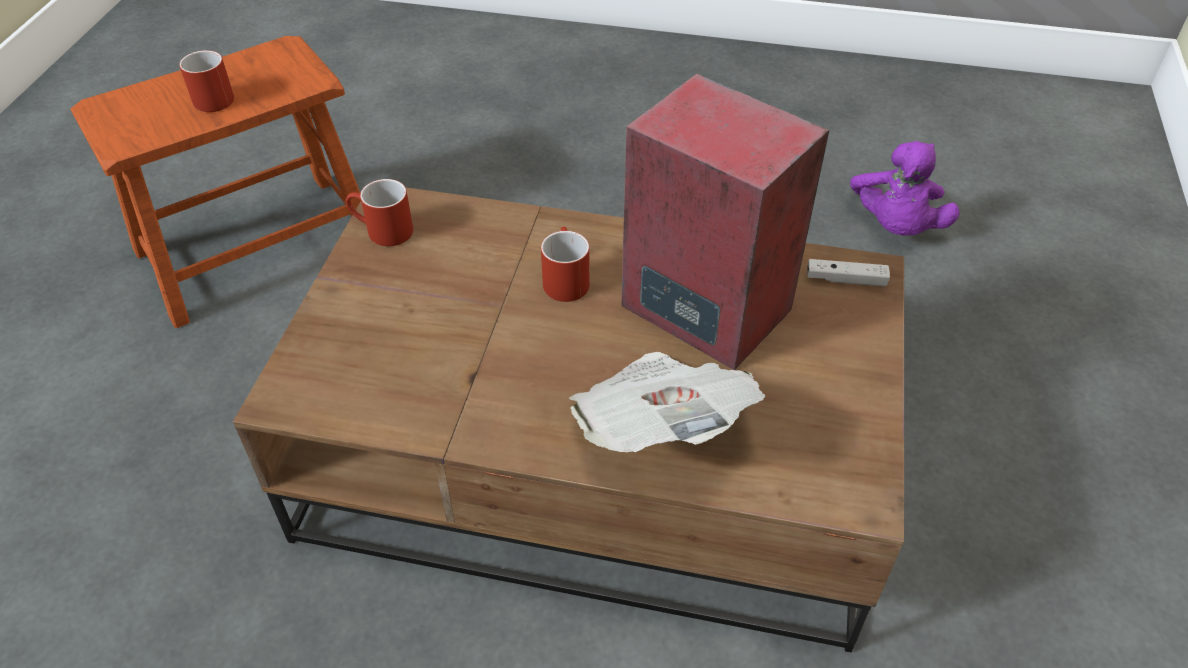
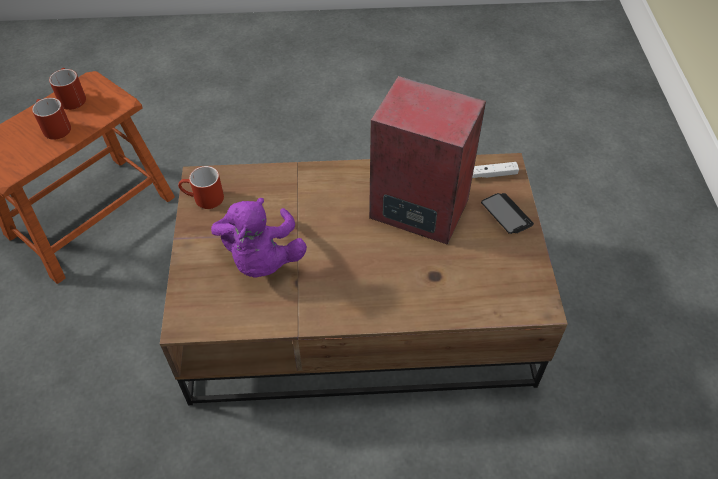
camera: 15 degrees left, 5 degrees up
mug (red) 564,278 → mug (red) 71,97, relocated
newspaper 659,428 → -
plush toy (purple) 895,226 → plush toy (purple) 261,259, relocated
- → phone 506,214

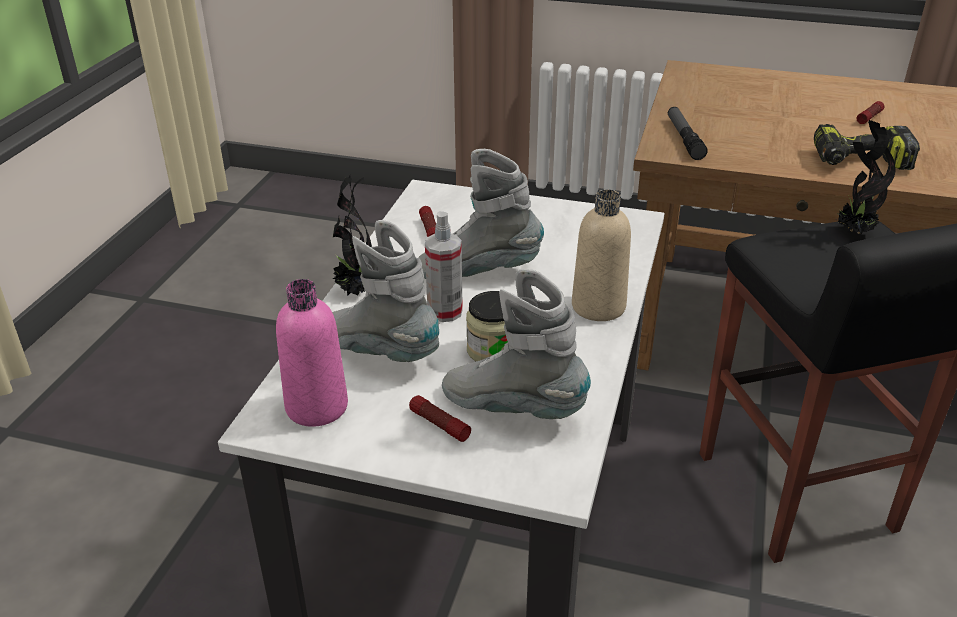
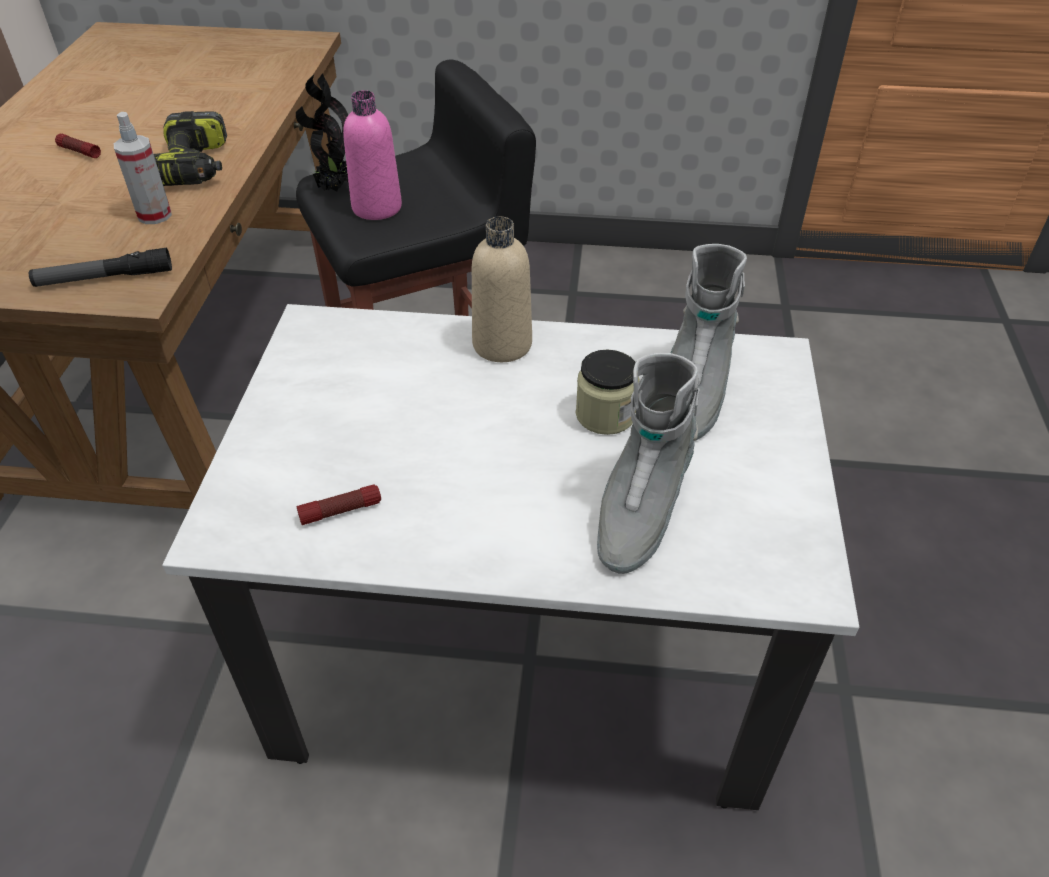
camera: 100 degrees left, 10 degrees up
bottle (pink) 317,407 → bottle (pink) 377,207, relocated
potted plant 356,291 → -
flashlight 439,424 → -
boot (grey) 478,271 → -
spray bottle 445,312 → spray bottle 154,215, relocated

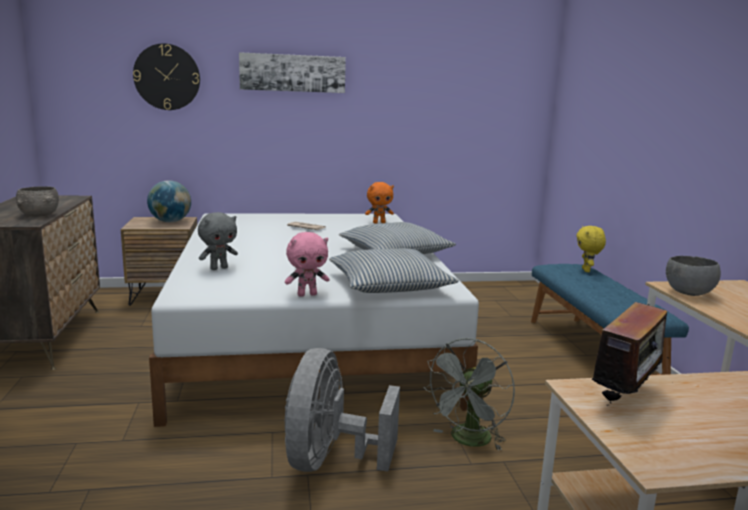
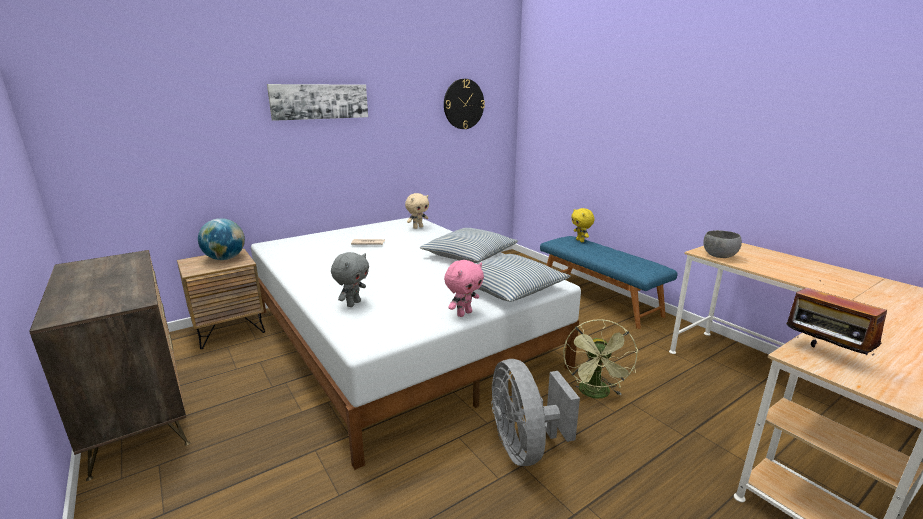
camera: 25 degrees left, 5 degrees up
bowl (grey) 39,215 → -
wall clock 167,77 → wall clock 463,104, relocated
plush toy (orange) 379,222 → plush toy (beige) 418,227
fan (grey) 468,441 → fan (green) 596,394
radio 626,397 → radio 824,354, 135 degrees clockwise

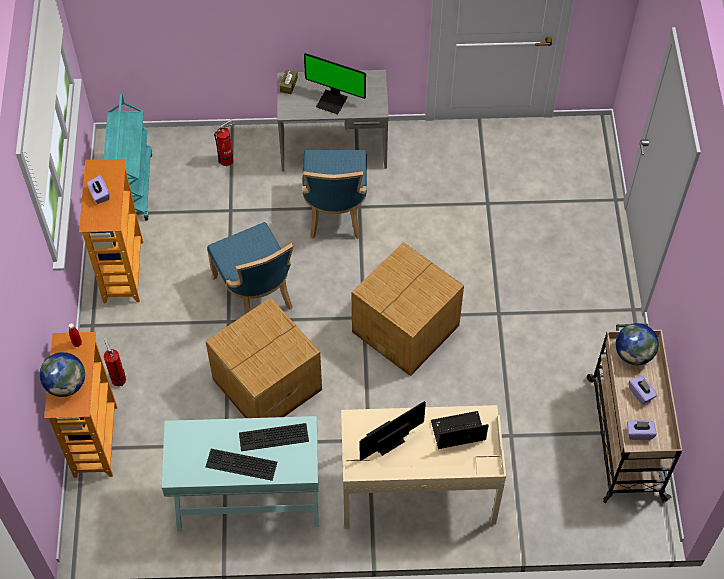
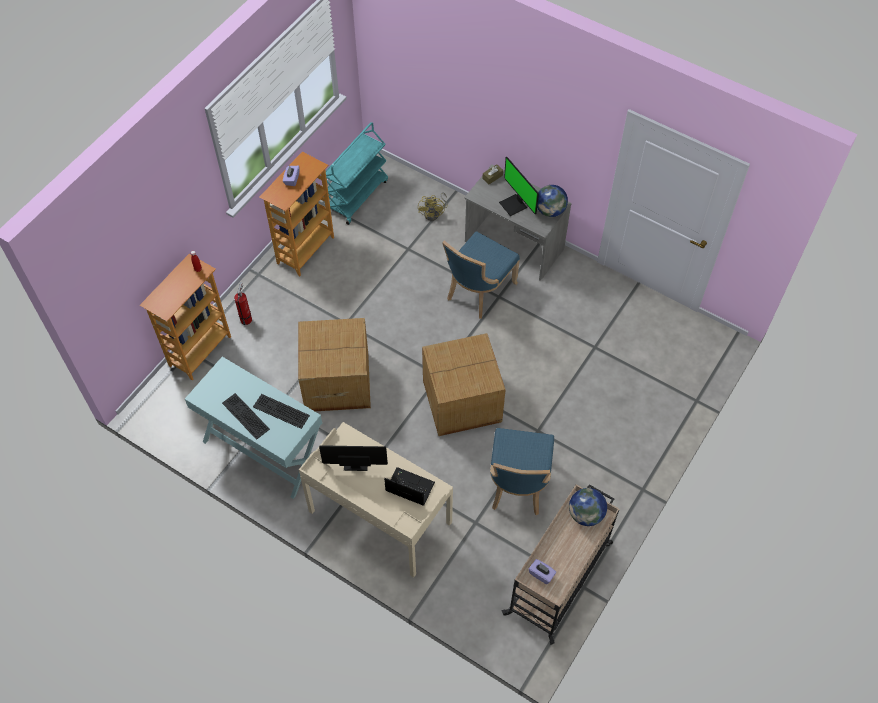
camera: 35 degrees right, 0 degrees up
globe 66,384 → globe 550,211, relocated
chair (blue) 256,294 → chair (blue) 518,486, relocated
fire extinguisher 228,160 → fan (yellow) 434,213
tissue box (purple) 641,394 → -

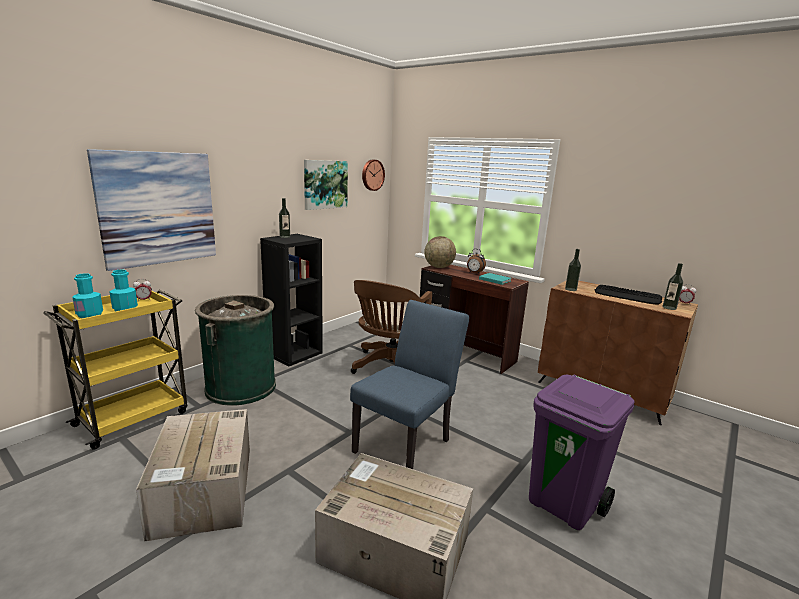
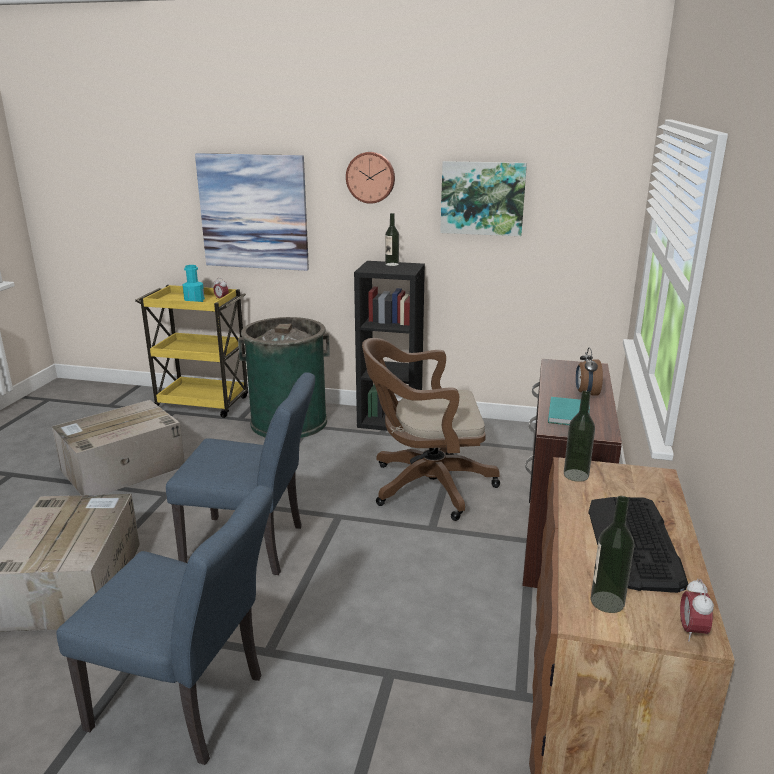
camera: 65 degrees right, 5 degrees up
bottle (turquoise) 90,314 → -
wall clock 372,175 → wall clock 371,177, relocated
globe 439,267 → -
trash can (purple) 565,504 → chair (blue) 189,705

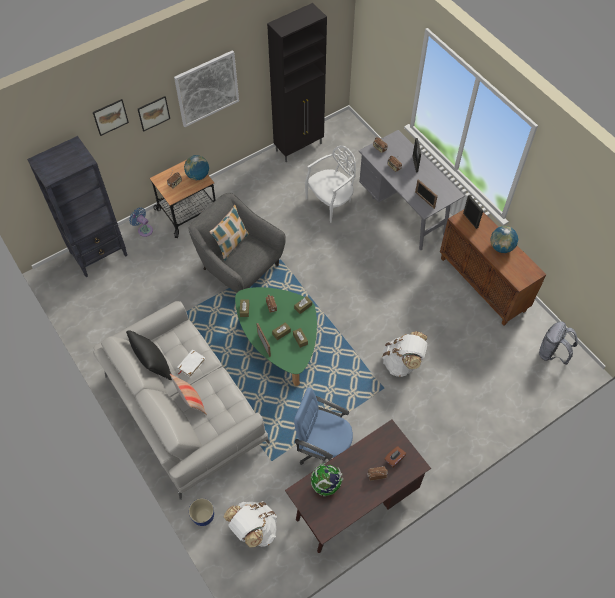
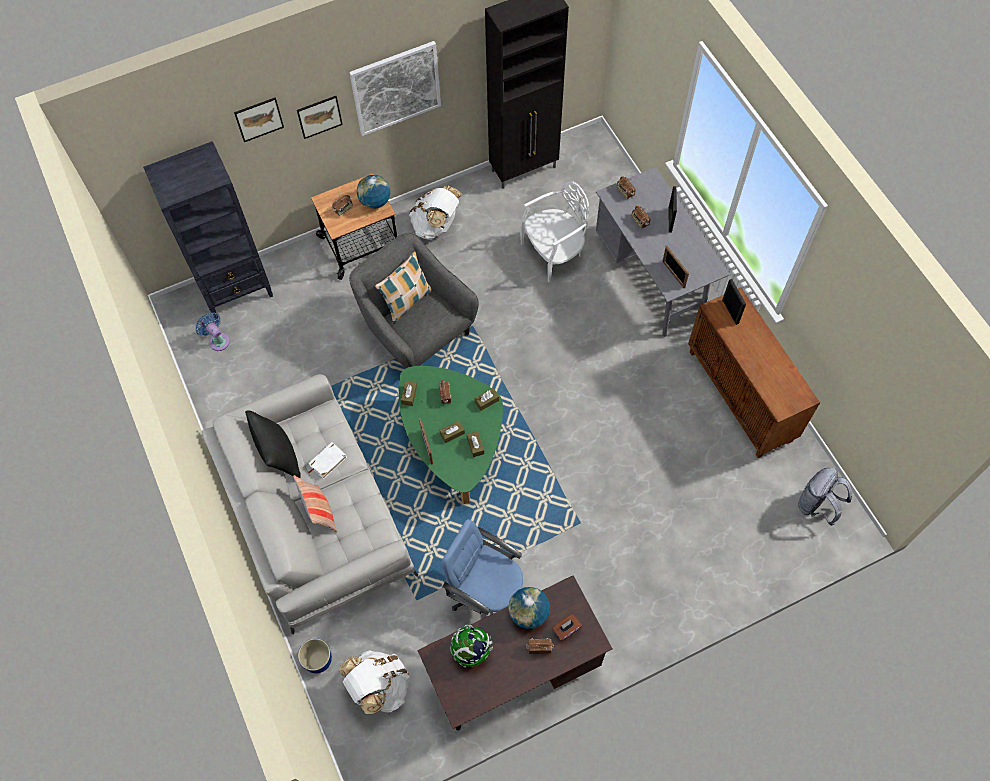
camera: 10 degrees right, 5 degrees up
fan (blue) 144,229 → fan (blue) 218,340, relocated
backpack (white) 402,362 → backpack (white) 436,226, relocated
globe 501,247 → globe 528,613, relocated

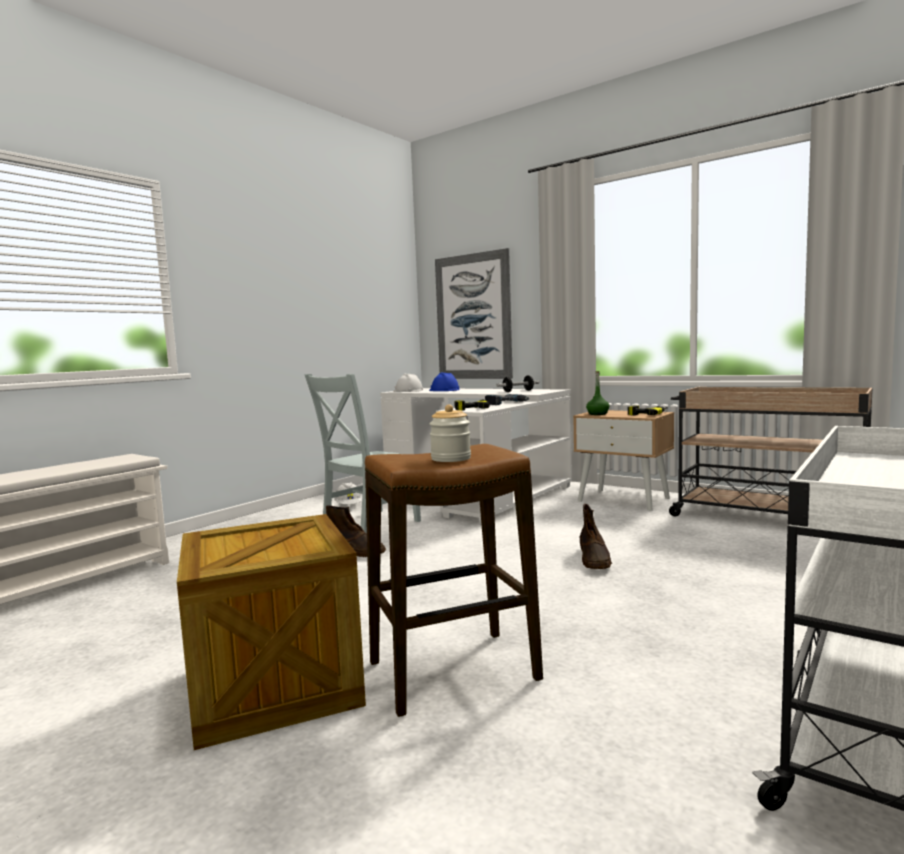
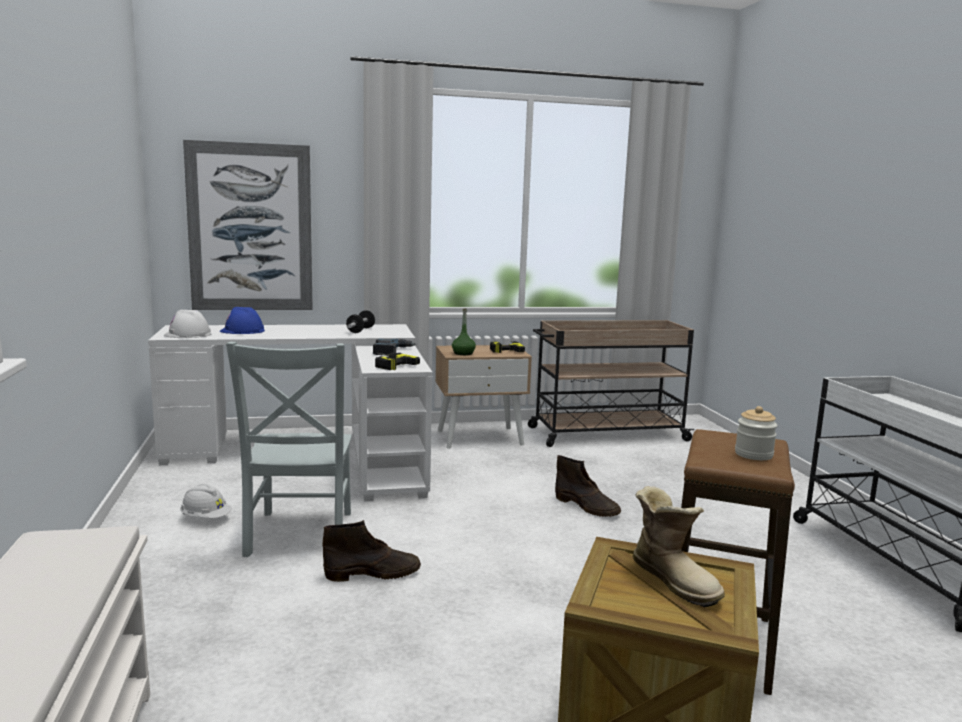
camera: 50 degrees left, 5 degrees up
- → boot 675,580

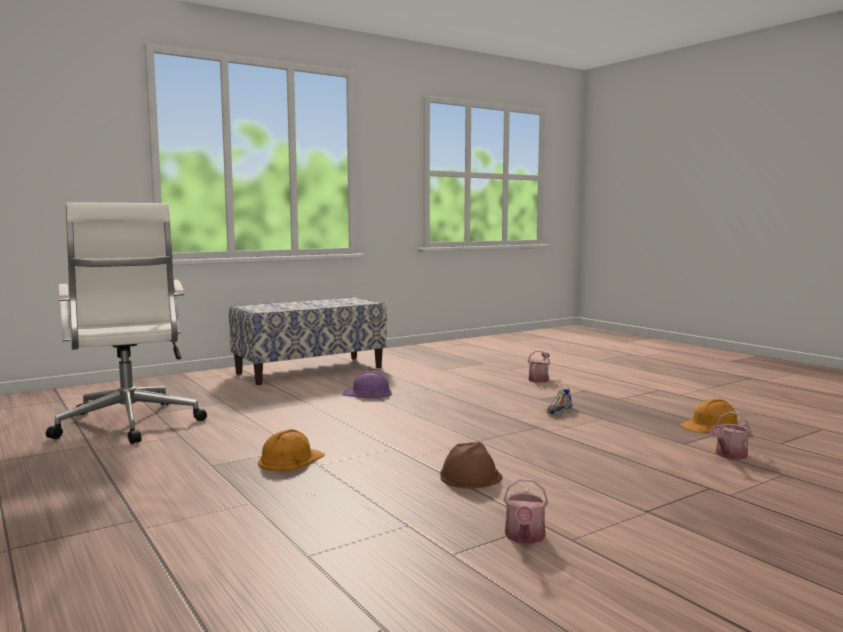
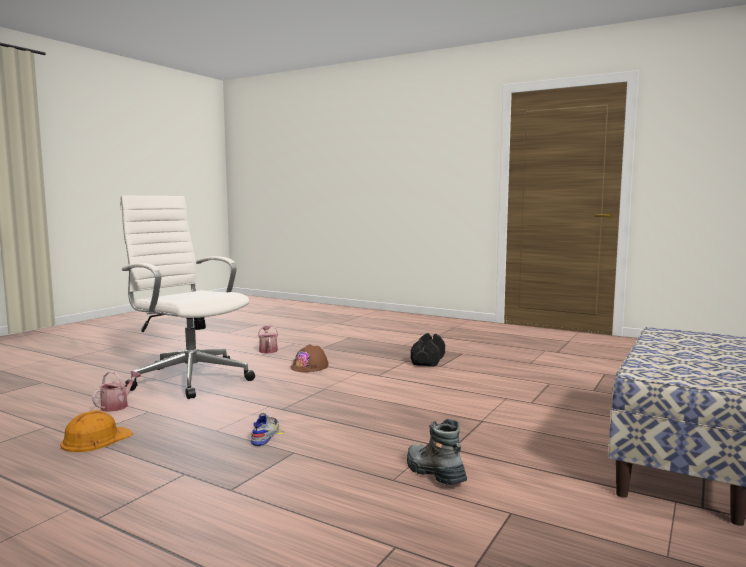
camera: 155 degrees right, 0 degrees up
office chair (white) 128,424 → office chair (white) 189,378, relocated
hard hat (orange) 290,459 → dumbbell (black) 428,361
hard hat (purple) 367,393 → -
watering can 539,379 → -
- → boot 434,473

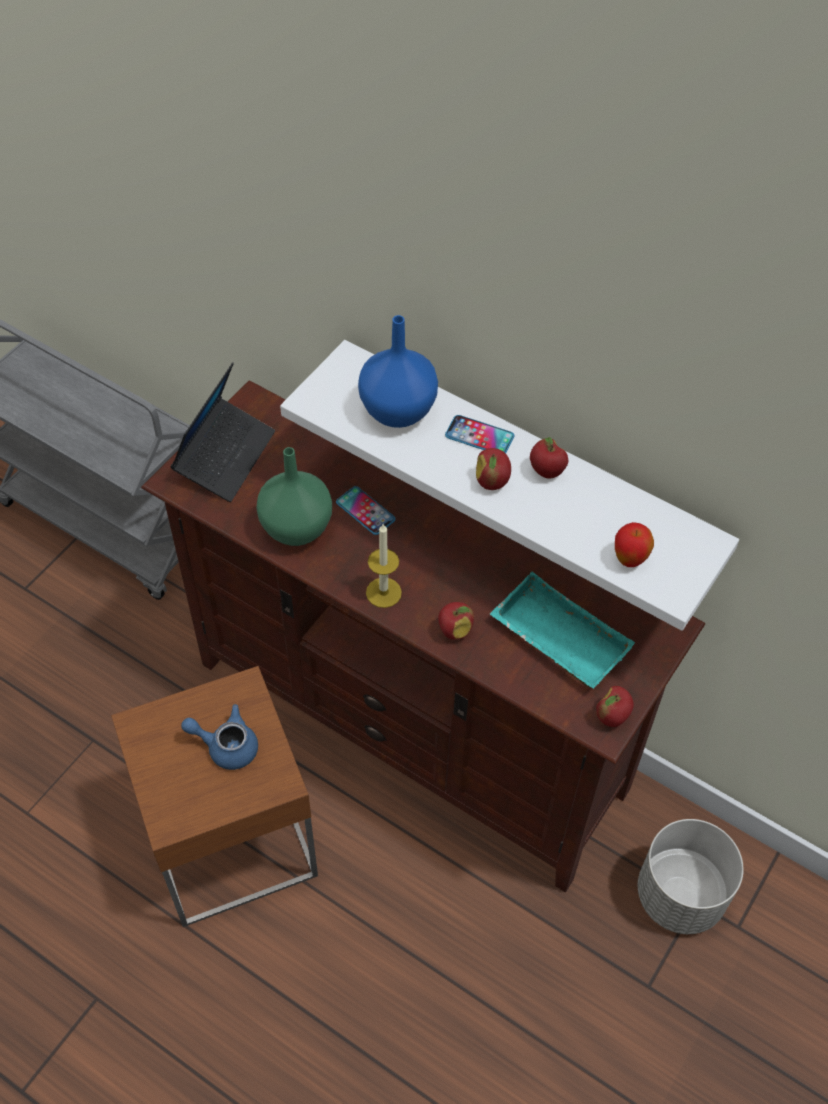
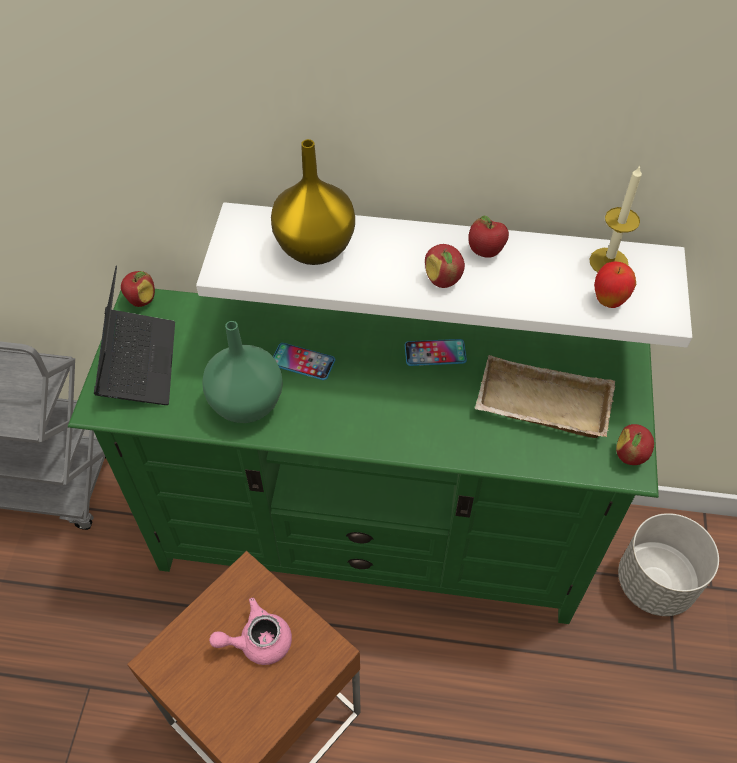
camera: 25 degrees left, 0 degrees up
tv stand (brown) 412,724 → tv stand (green) 370,540
teapot (blue) 226,746 → teapot (pink) 257,641
vase (blue) 399,410 → vase (yellow) 316,247
candle 383,592 → candle 608,262, relocated
apple 455,630 → apple 141,300, relocated
phone 479,436 → phone 435,353, relocated
tray (turquoise) 556,639 → tray (beige) 540,407

